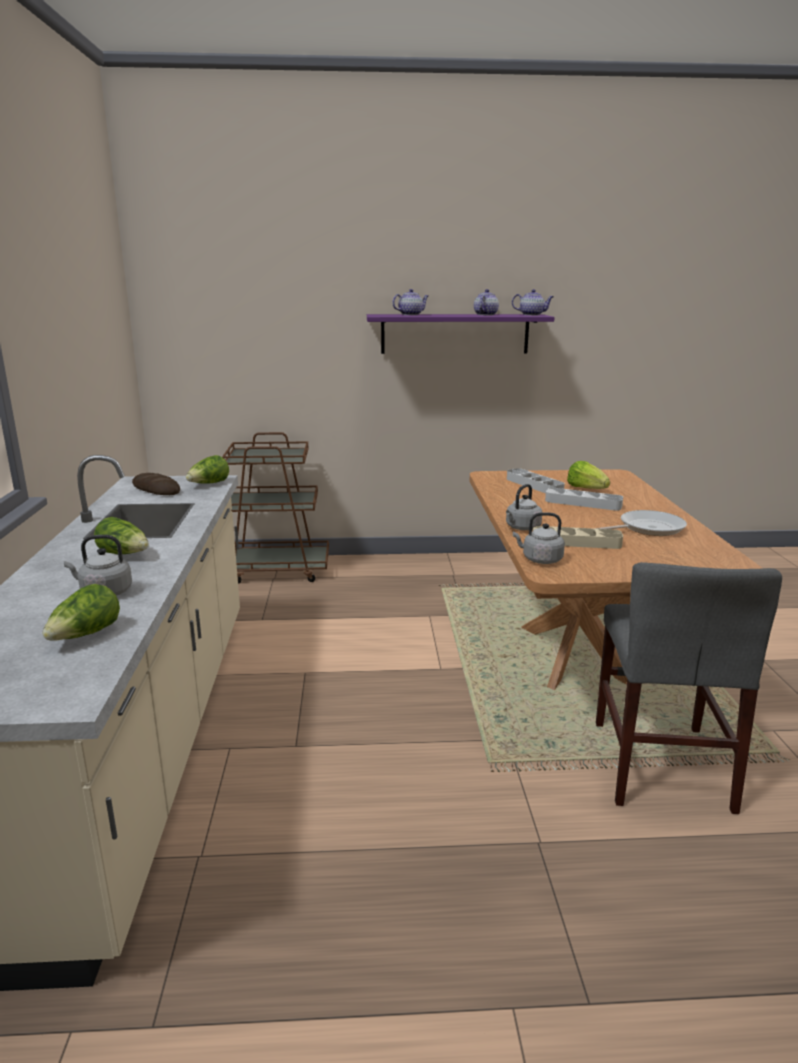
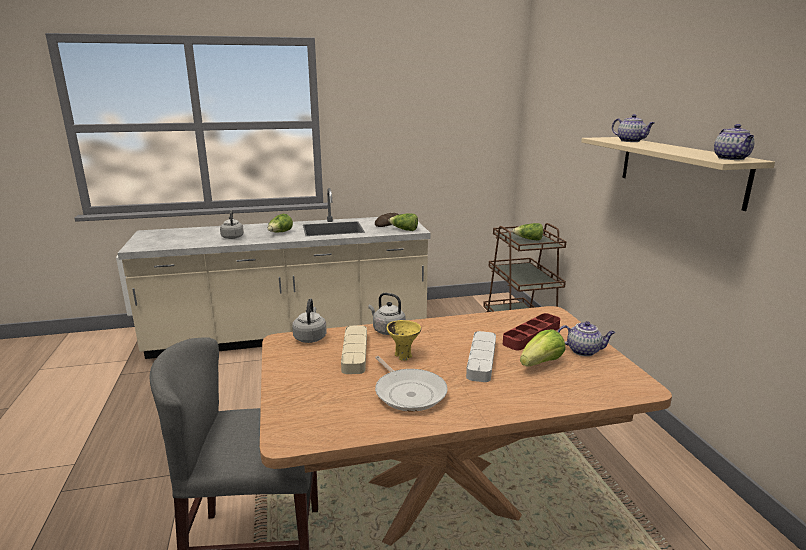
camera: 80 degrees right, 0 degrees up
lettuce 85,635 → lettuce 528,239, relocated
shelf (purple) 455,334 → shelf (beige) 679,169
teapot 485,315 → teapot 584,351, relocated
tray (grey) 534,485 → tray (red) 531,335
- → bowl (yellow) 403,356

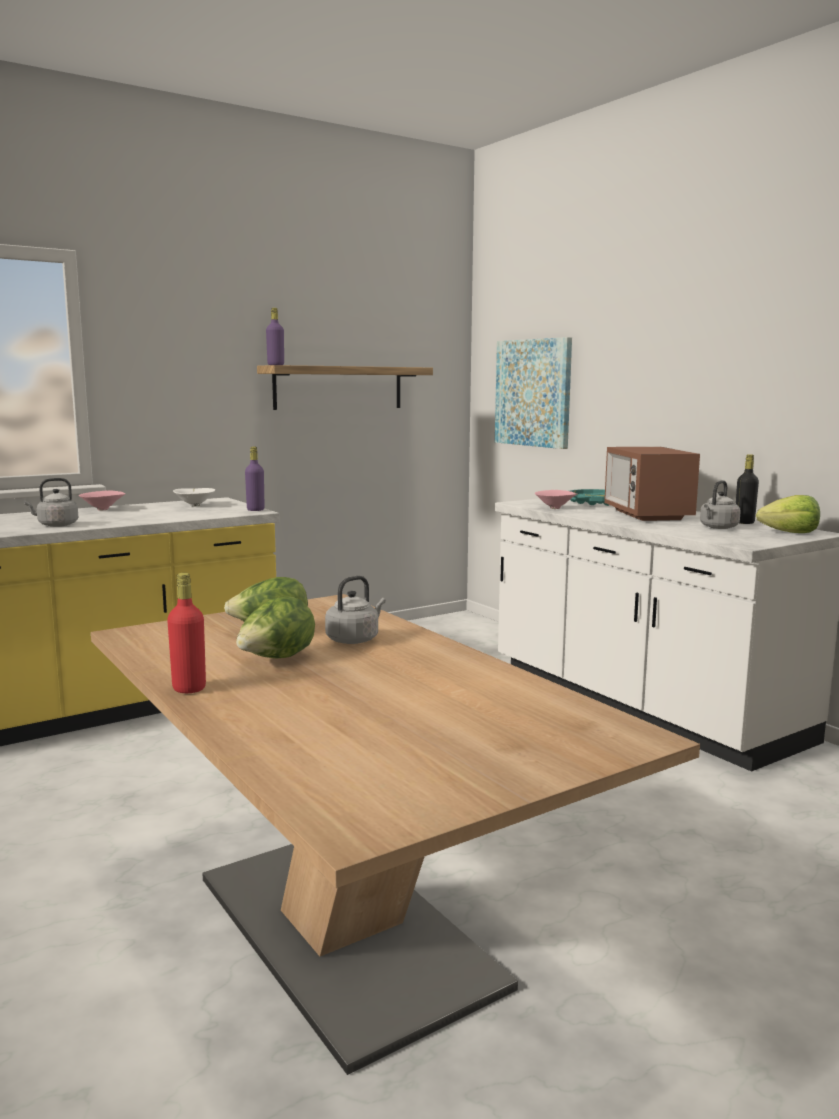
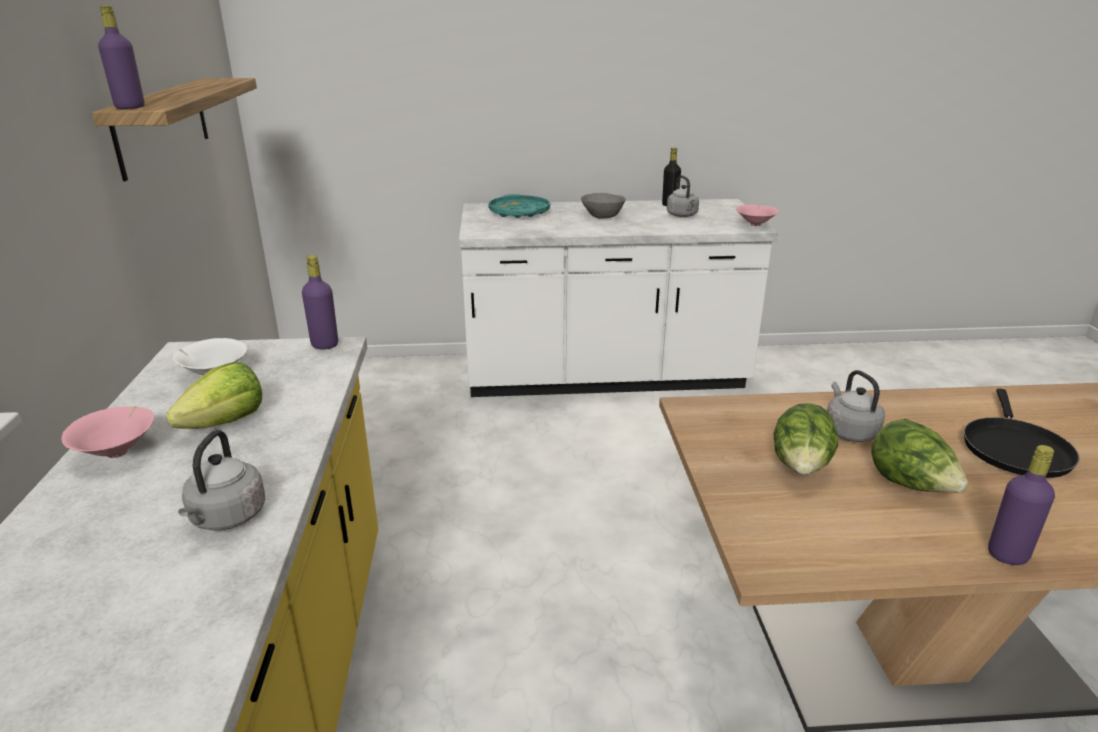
camera: 60 degrees left, 15 degrees up
bottle (red) 189,688 → bottle (purple) 1007,555
picture 533,393 → -
bowl (pink) 556,508 → bowl (pink) 755,224, relocated
microwave 646,515 → bowl (grey) 603,216
lettuce 790,533 → lettuce 225,422, relocated
- → frying pan (black) 1014,449

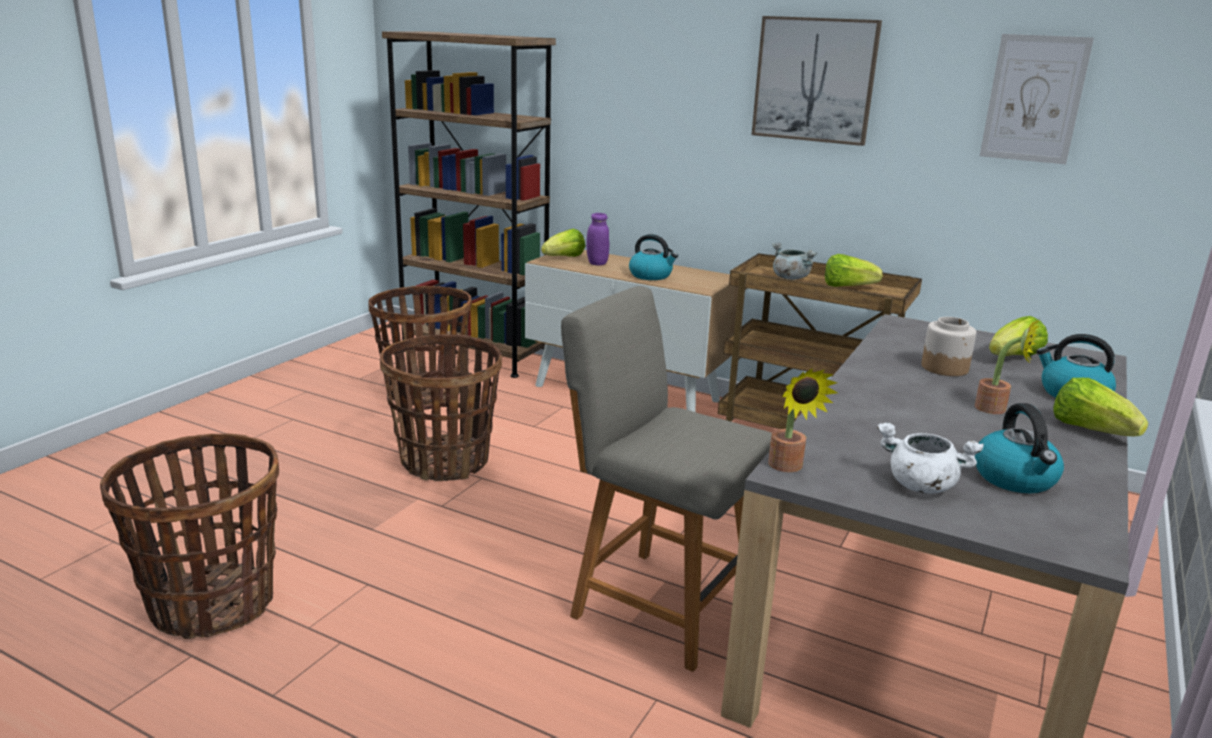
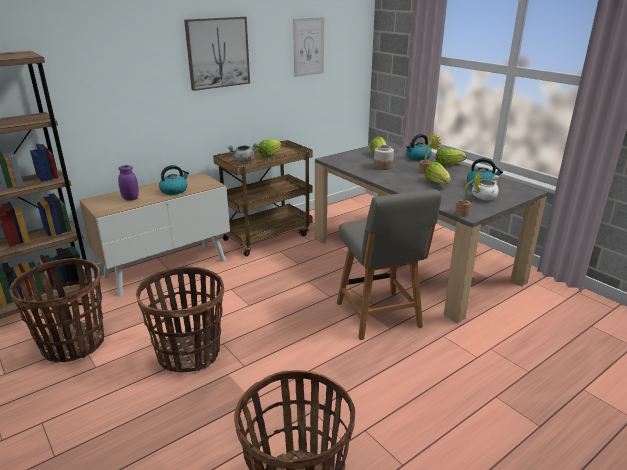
camera: 65 degrees left, 5 degrees up
lettuce 564,258 → lettuce 437,183, relocated
chair (grey) 658,604 → chair (grey) 379,316, 75 degrees counterclockwise

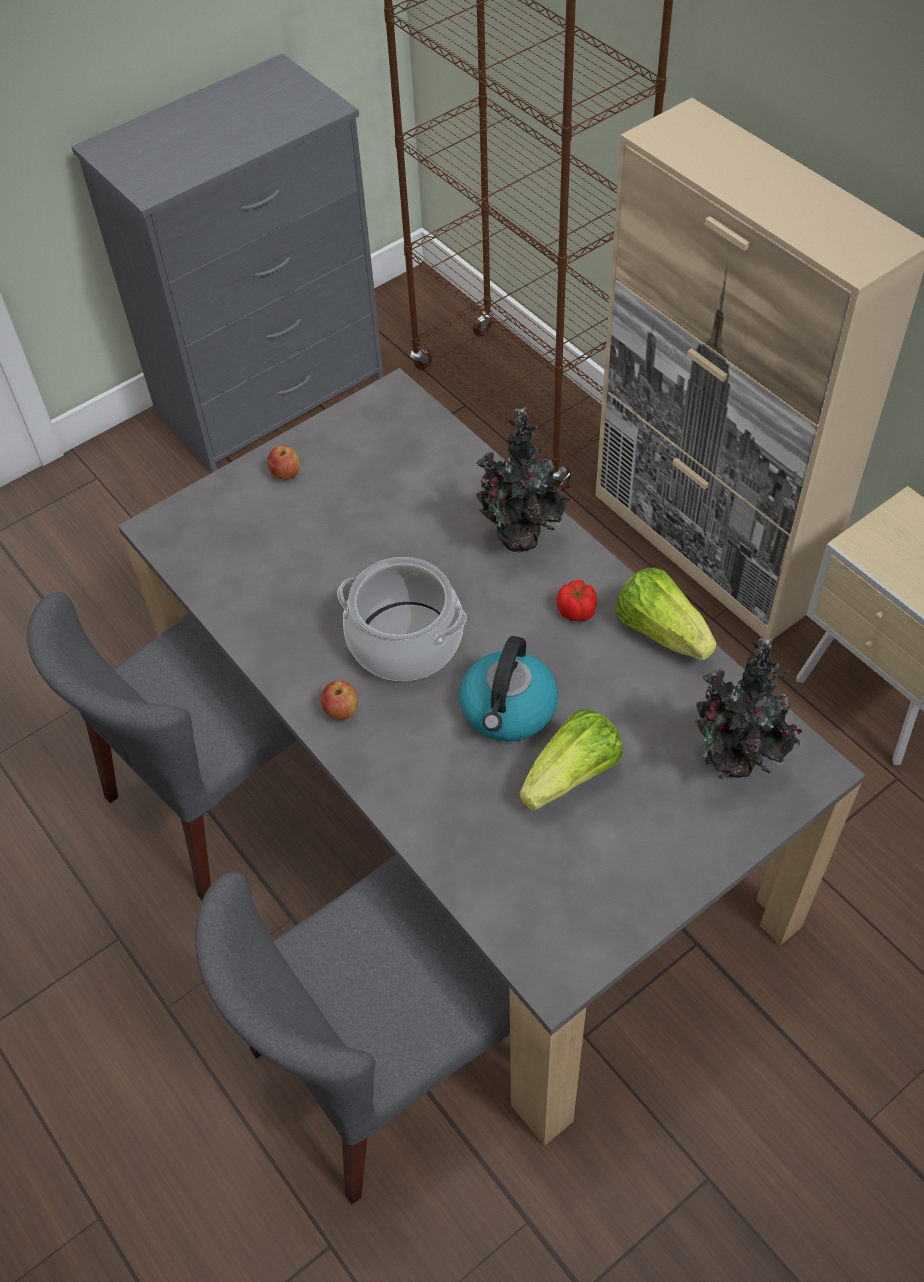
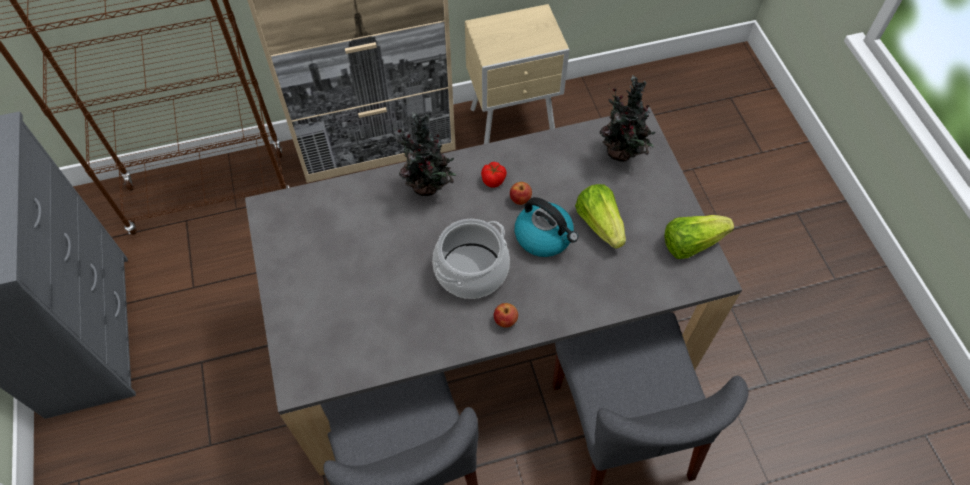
camera: 70 degrees left, 5 degrees up
apple 286,474 → apple 520,199, relocated
lettuce 661,631 → lettuce 691,243, relocated

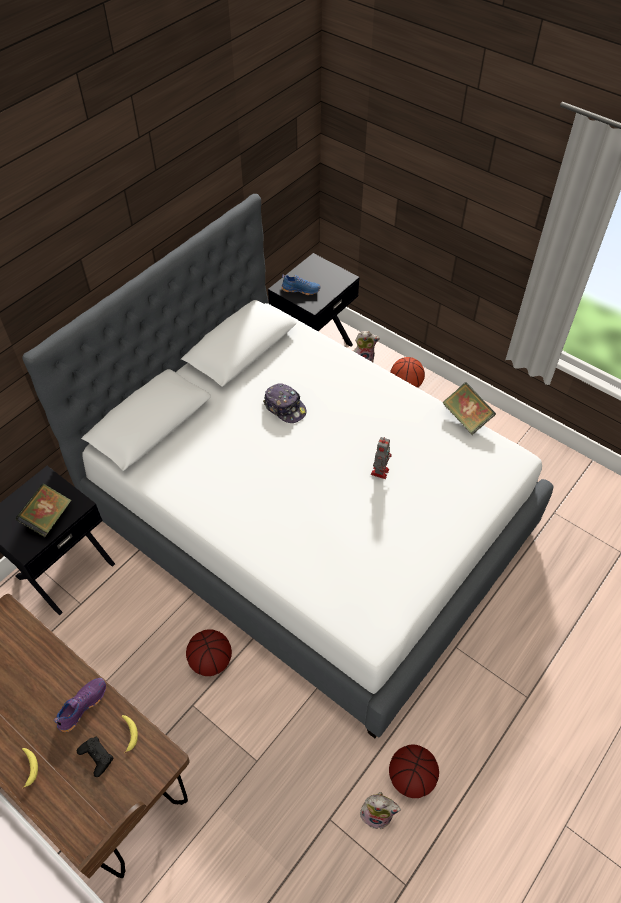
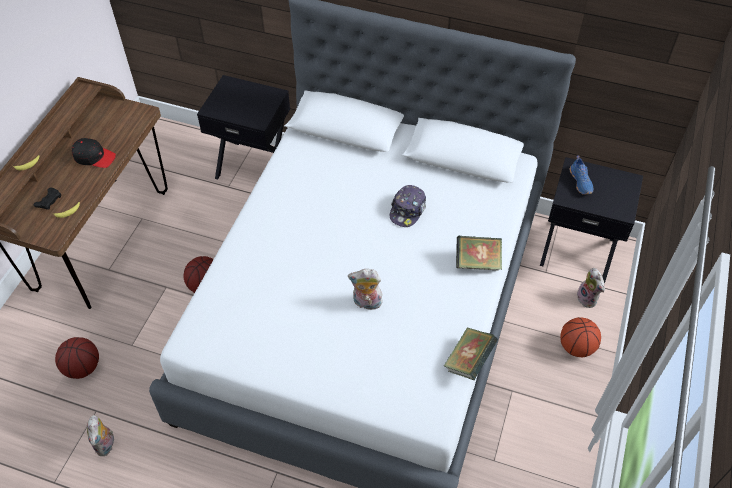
camera: 70 degrees right, 0 degrees up
book 48,518 → book 477,262, relocated
shoe (purple) 82,705 → -
toy robot 380,471 → plush toy 366,303
basketball 410,777 → basketball 82,367, relocated
- → cap (black) 94,157

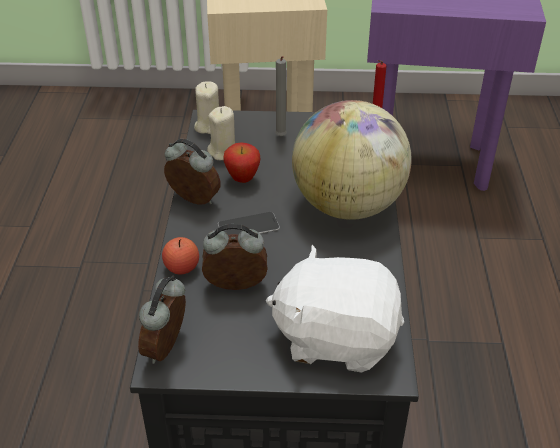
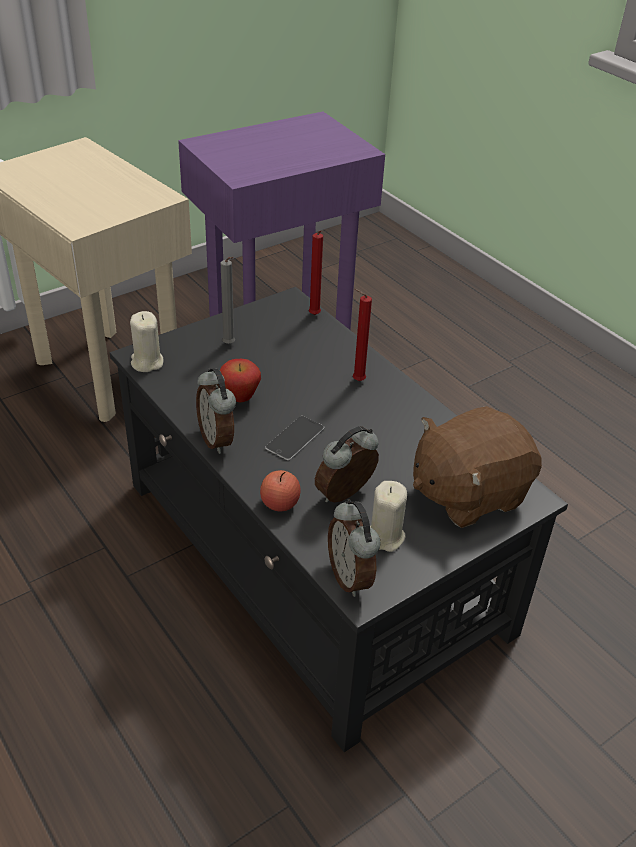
camera: 40 degrees left, 0 degrees up
alarm clock 193,201 → alarm clock 218,439, 105 degrees counterclockwise
candle (beige) 223,152 → candle (beige) 384,536, relocated
plush toy (white) 336,337 → plush toy (brown) 467,493
globe 348,205 → candle (red) 356,381

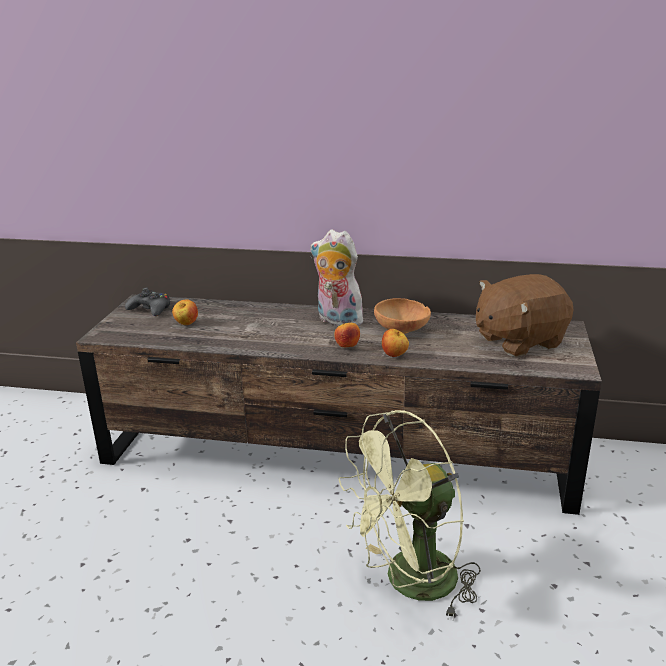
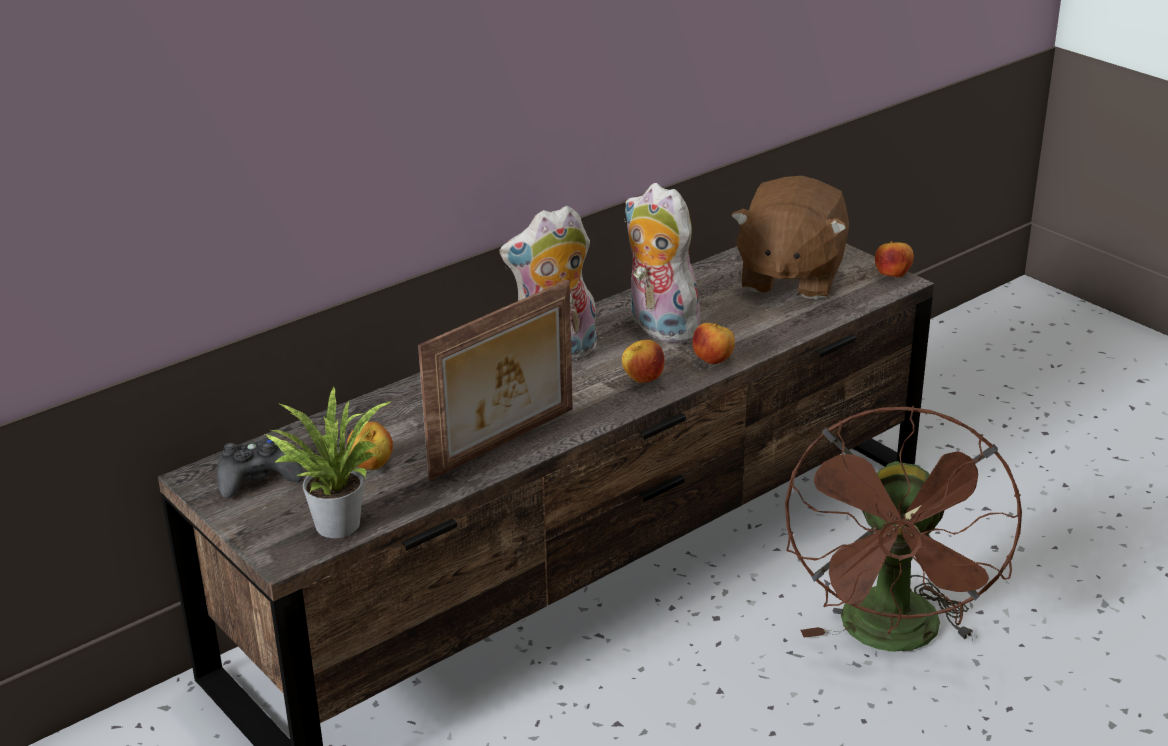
camera: 50 degrees left, 5 degrees up
fan (green) 409,584 → fan (brown) 893,638
bowl (brown) 402,331 → plush toy 658,328
- → potted plant 334,522
- → picture frame 505,444
- → apple 892,276

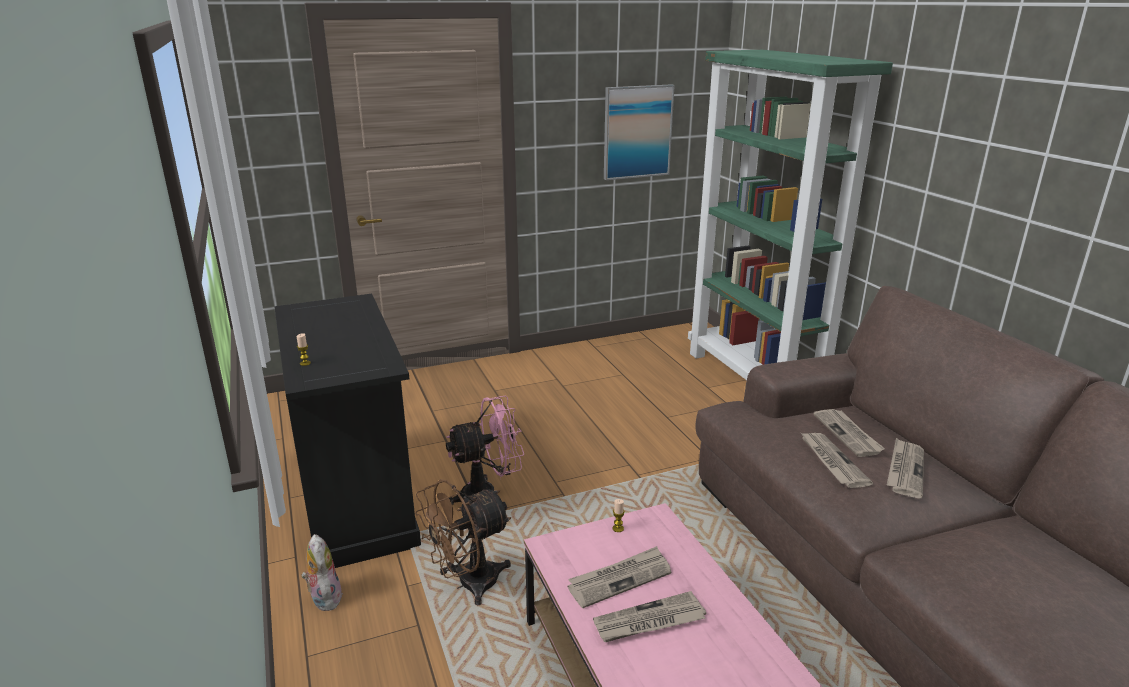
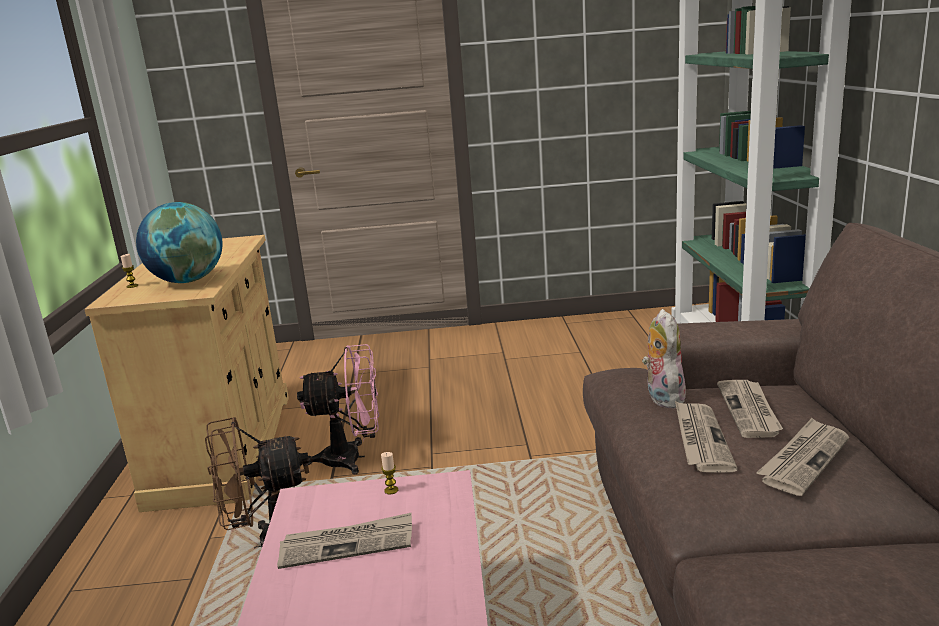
camera: 20 degrees right, 5 degrees down
cabinet (black) 356,498 → cabinet (beige) 224,448
plush toy 324,597 → plush toy 662,398, relocated
newspaper 649,621 → -
picture 637,132 → -
- → globe 188,281

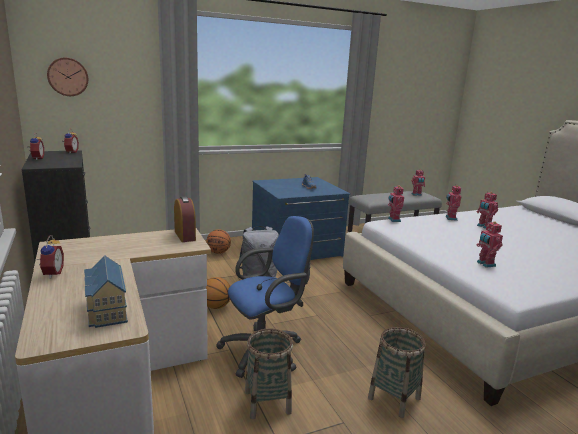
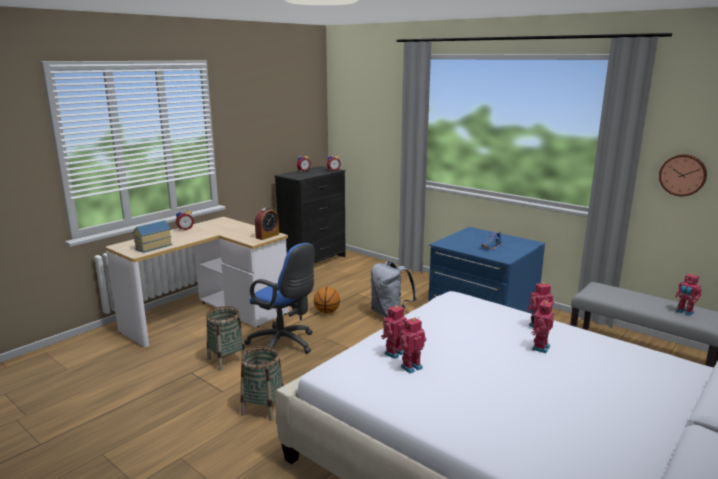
camera: 65 degrees right, 0 degrees up
wall clock 68,77 → wall clock 683,175, relocated
basketball 218,252 → -
toy robot 393,220 → toy robot 410,367, relocated

